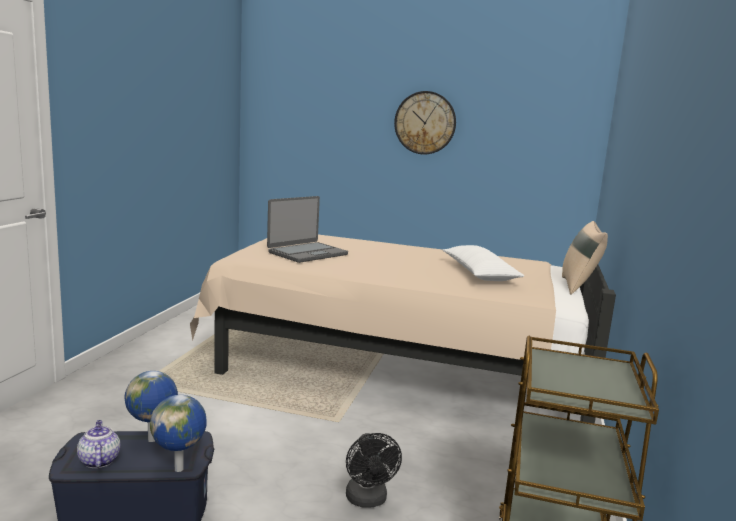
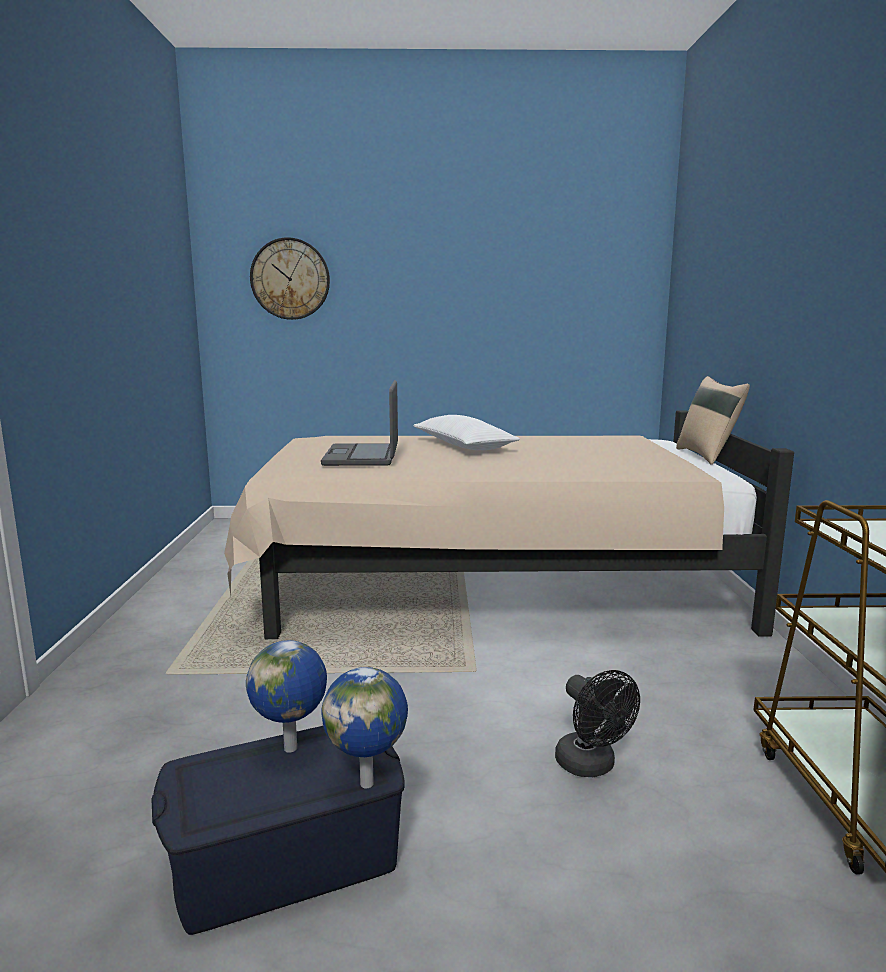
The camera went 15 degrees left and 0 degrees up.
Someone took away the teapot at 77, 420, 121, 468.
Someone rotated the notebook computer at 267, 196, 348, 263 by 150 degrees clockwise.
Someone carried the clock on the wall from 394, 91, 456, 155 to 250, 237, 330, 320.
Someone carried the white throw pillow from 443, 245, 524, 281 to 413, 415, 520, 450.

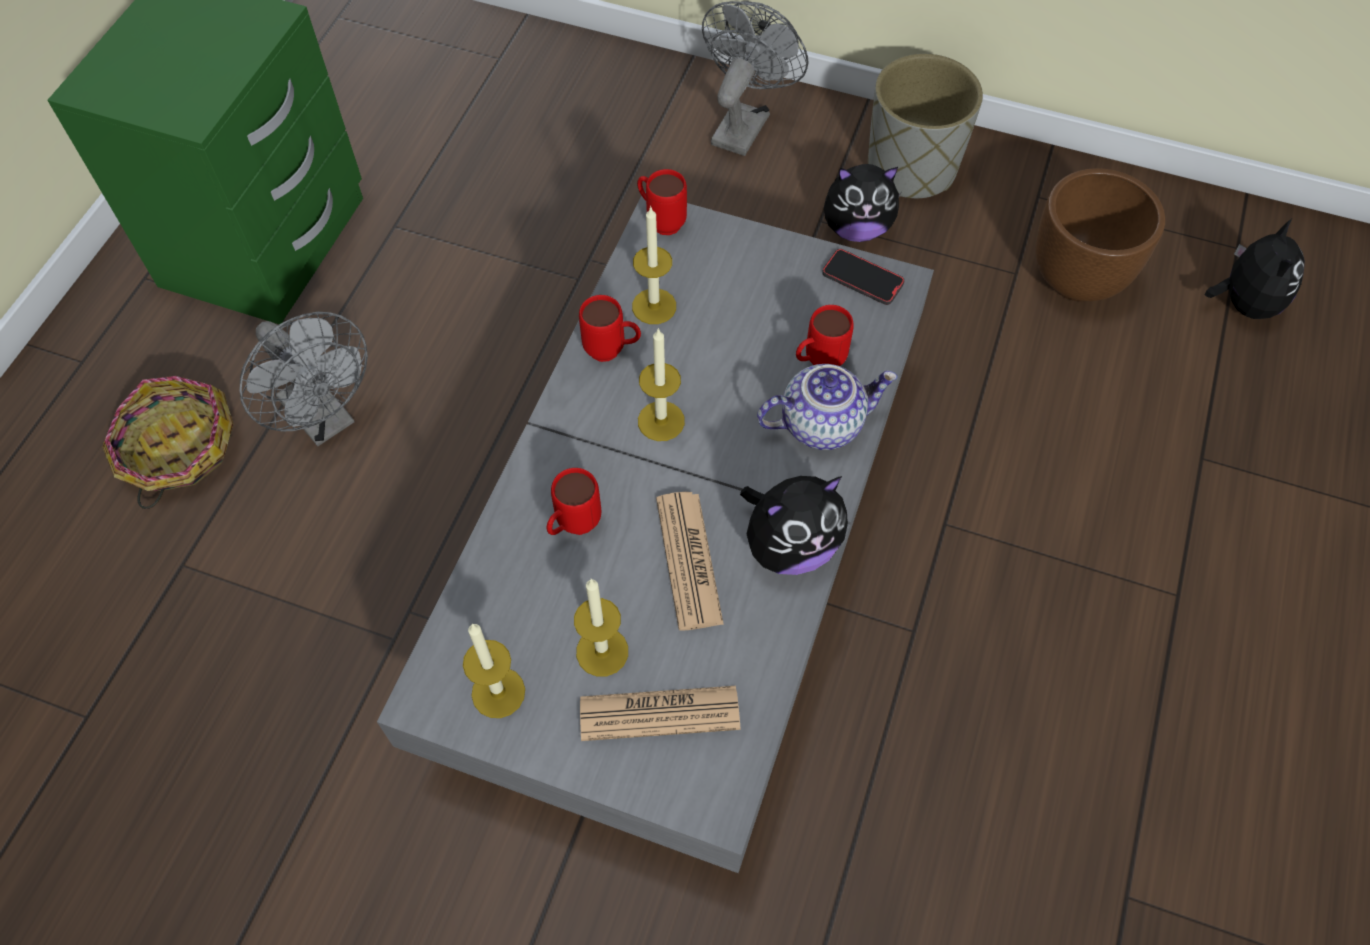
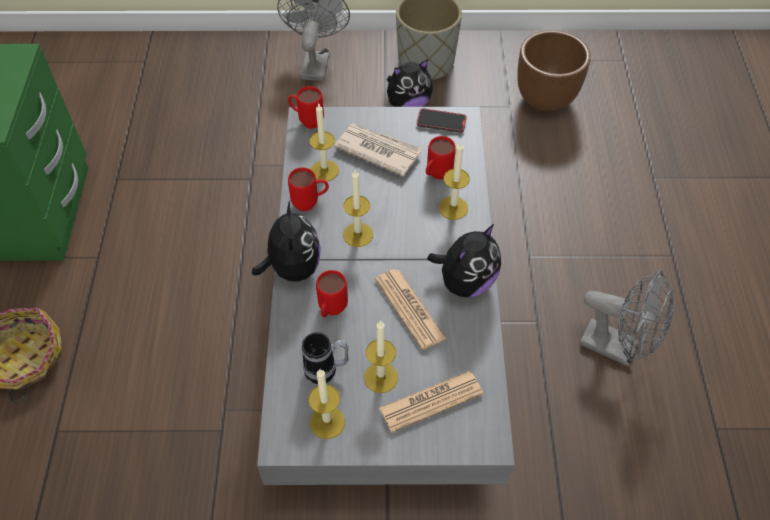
The camera went 20 degrees left and 5 degrees down.
Someone carried the gray cooling fan from 240, 312, 368, 446 to 580, 270, 674, 366.
Someone swapped the teapot at 757, 364, 898, 450 for the wax candle at 439, 141, 470, 220.
Someone carried the cuddly toy from 1204, 219, 1305, 319 to 252, 201, 321, 282.
Someone put down the mug at 302, 332, 349, 384.
Someone put down the newspaper at 334, 123, 422, 177.

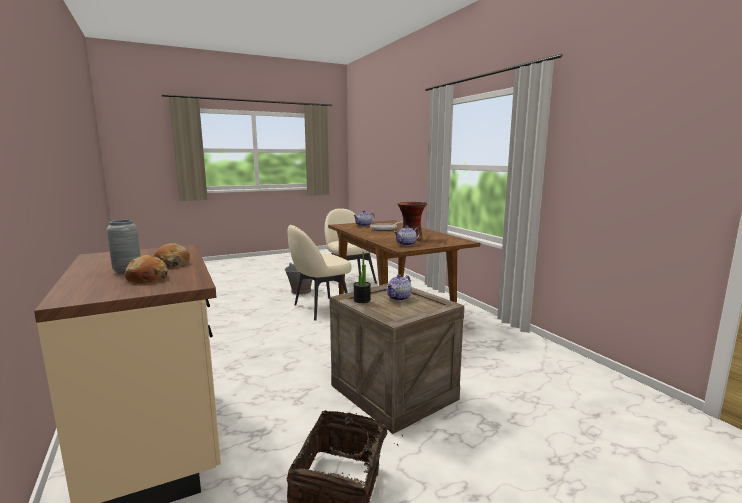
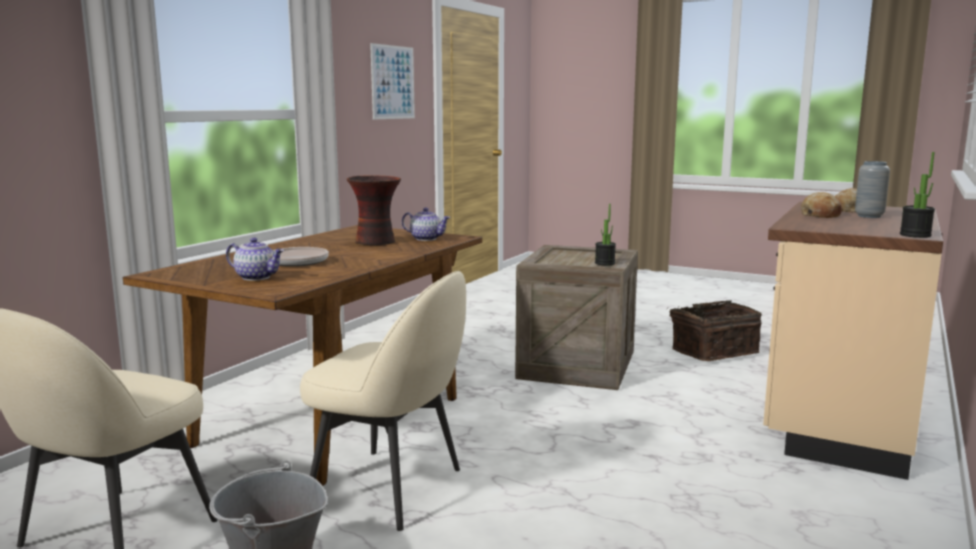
The camera went 125 degrees left and 0 degrees up.
Someone took away the teapot at 387, 274, 412, 301.
Someone put up the wall picture at 370, 43, 415, 120.
Someone put down the houseplant at 900, 152, 935, 238.

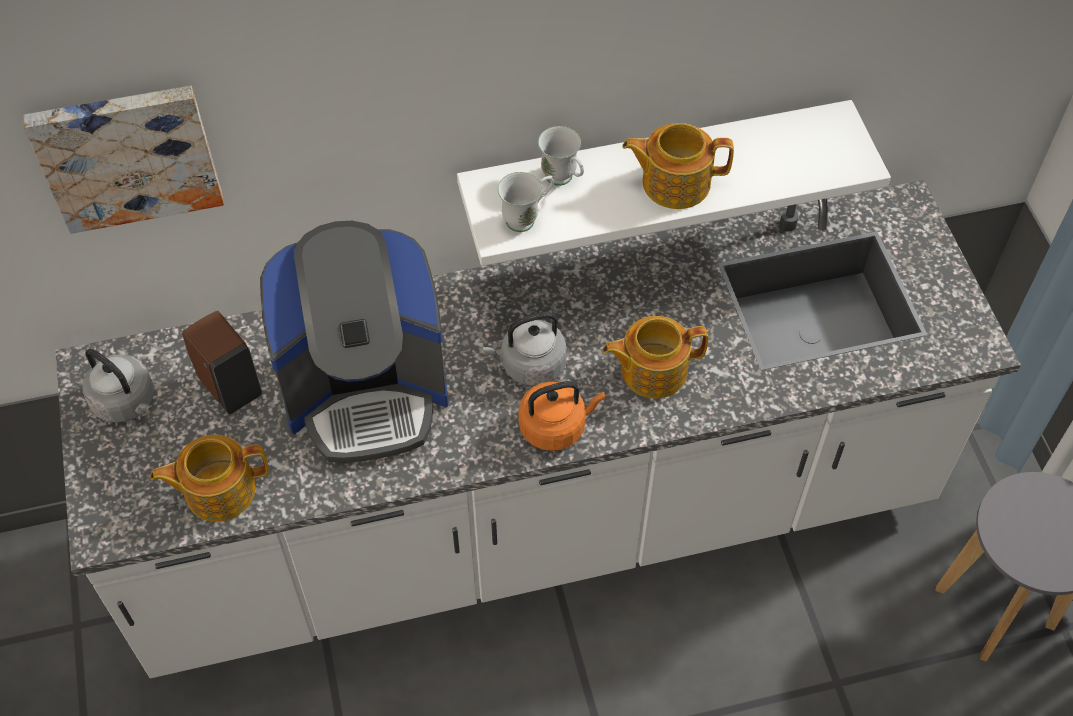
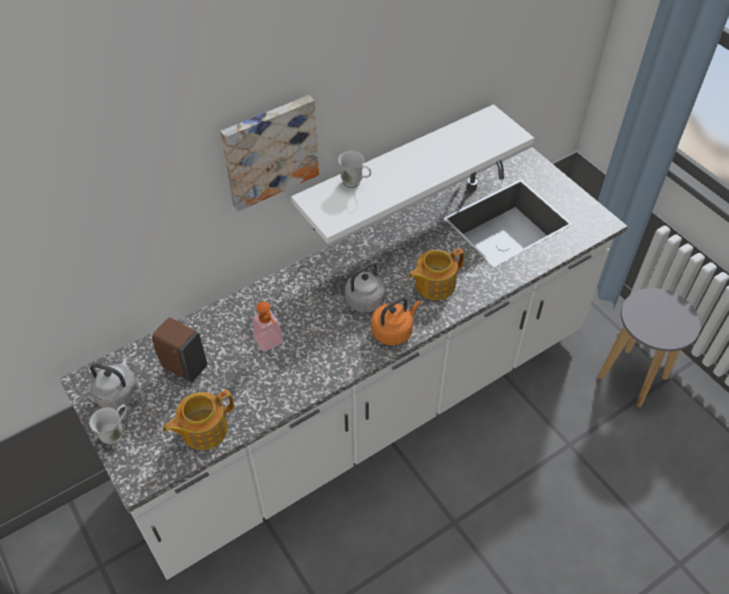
The camera went 20 degrees left and 5 degrees down.
Someone carried the wall picture from 23, 86, 224, 234 to 220, 95, 319, 211.
Someone swapped the coffee machine at 260, 221, 449, 463 for the liquid soap bottle at 253, 302, 284, 352.
Someone carried the white mug from 498, 172, 554, 232 to 89, 404, 127, 445.
Someone took away the teapot at 622, 123, 734, 209.

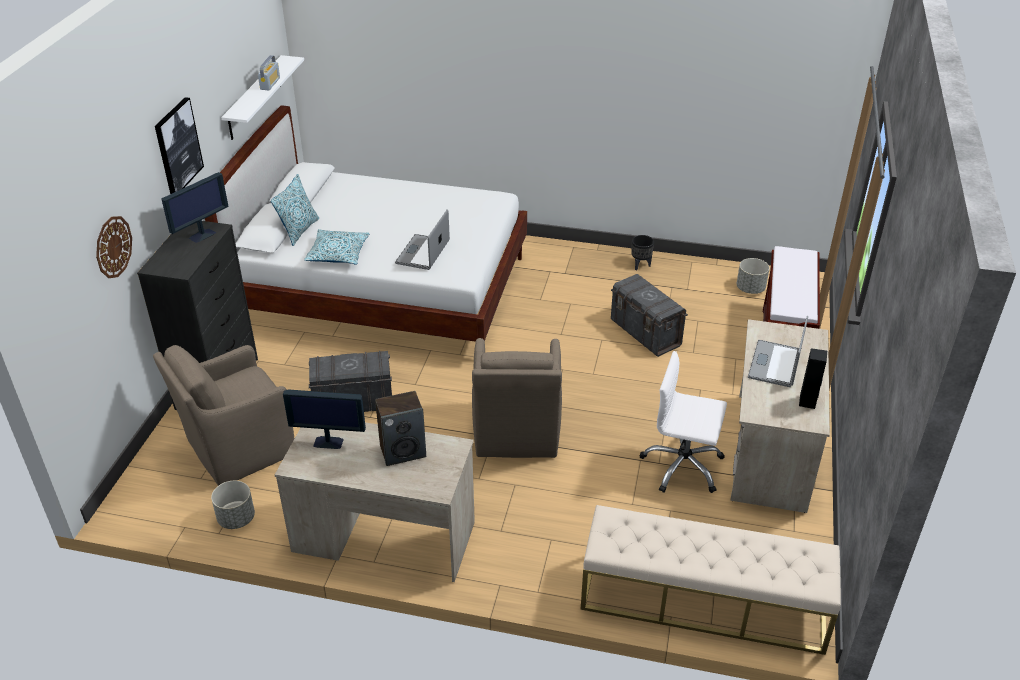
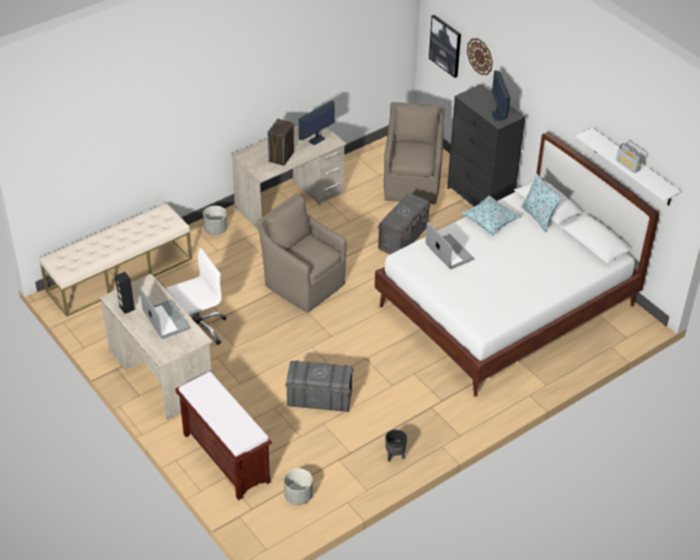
The camera went 130 degrees right and 5 degrees up.
Someone carried the wall picture from 155, 97, 204, 194 to 429, 15, 461, 78.
Someone carried the gray planter from 211, 481, 255, 529 to 203, 206, 227, 235.

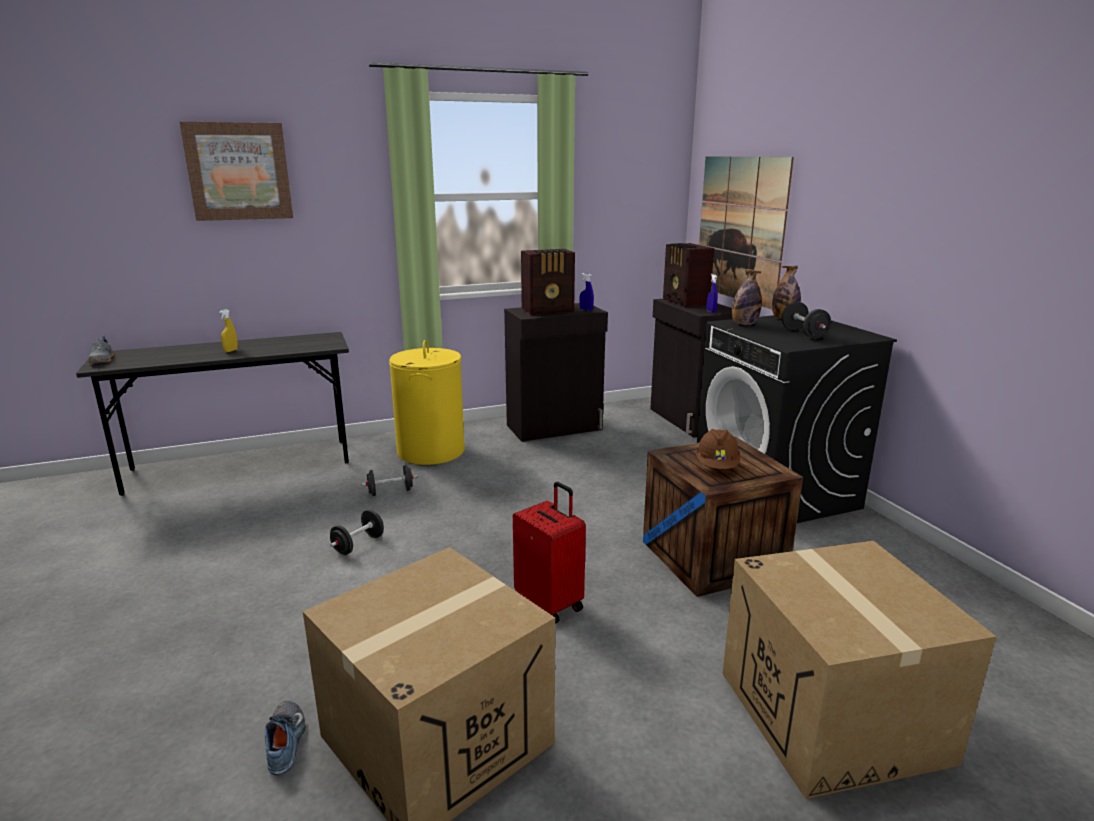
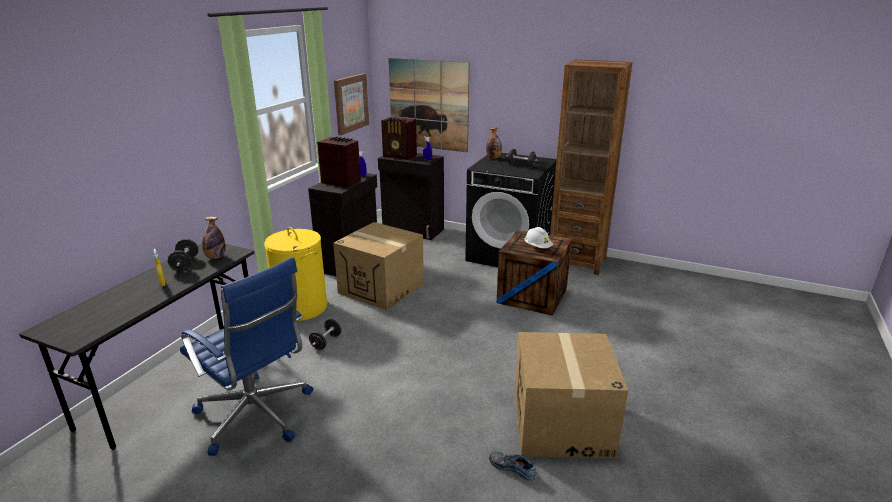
The camera went 45 degrees left and 5 degrees up.
Someone took away the gray item of footwear at 88, 336, 114, 363.
Someone carried the wall picture from 180, 122, 293, 221 to 334, 73, 369, 135.
Someone carried the blackish free weight from 330, 509, 384, 555 to 168, 239, 198, 272.
Someone took away the reddish travel case at 513, 482, 586, 624.
Someone rotated the radio at 521, 249, 575, 315 by 90 degrees counterclockwise.
Someone repainted the brown-coloured safety helmet at 696, 429, 741, 469, which became the white safety helmet at 525, 227, 553, 248.
Someone carried the carton from 722, 541, 997, 799 to 333, 222, 424, 310.
Someone carried the beverage bottle from 732, 269, 762, 325 to 202, 216, 226, 259.
Someone put down the blue-coloured desk chair at 180, 257, 313, 456.
Someone put down the brown-coloured bookcase at 550, 59, 633, 275.

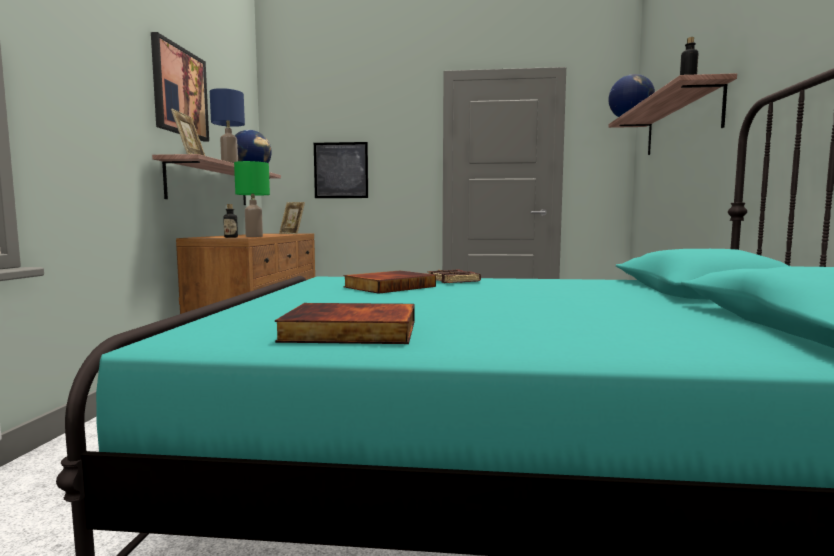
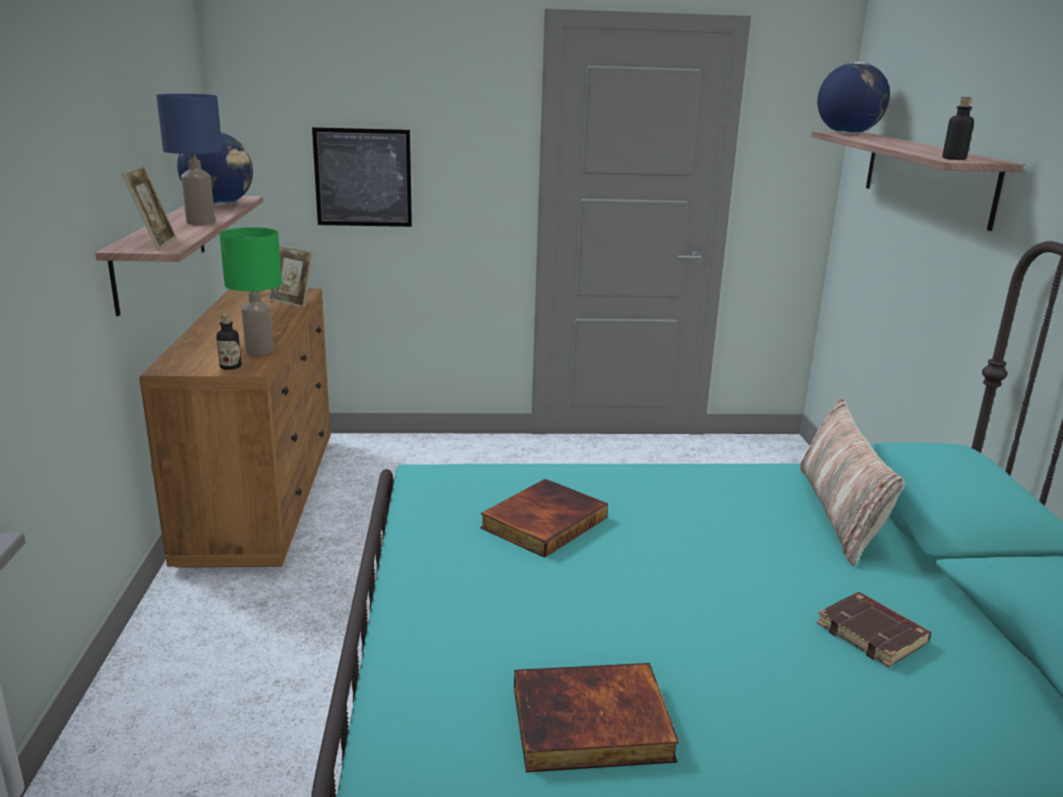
The camera went 10 degrees left and 15 degrees up.
Someone took away the wall picture at 151, 32, 209, 142.
Someone carried the brown-coloured volume from 427, 270, 481, 283 to 817, 592, 931, 667.
Someone put down the throw pillow at 800, 398, 904, 566.

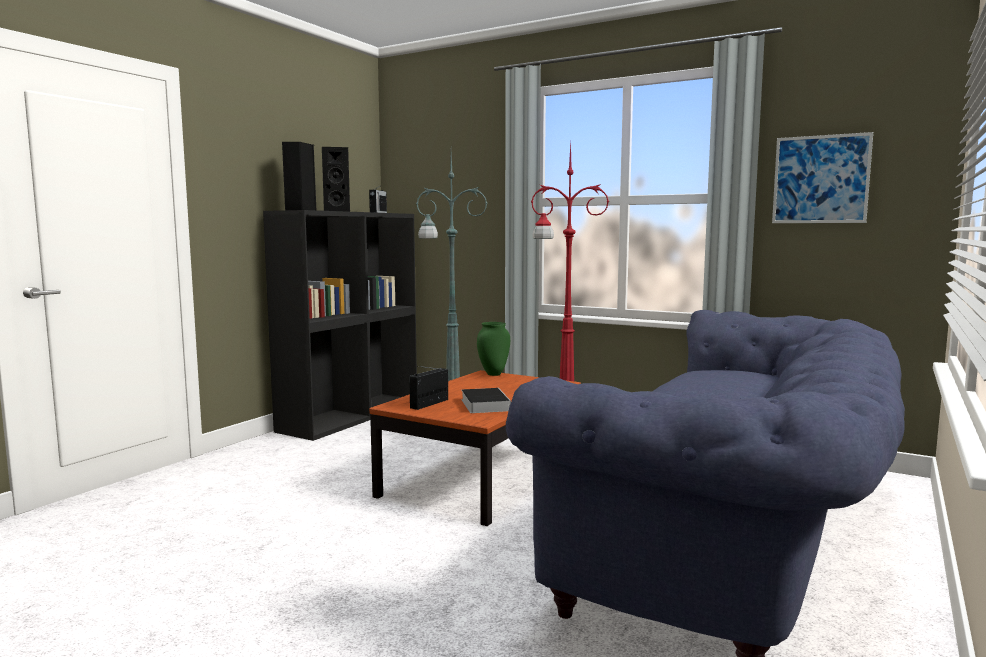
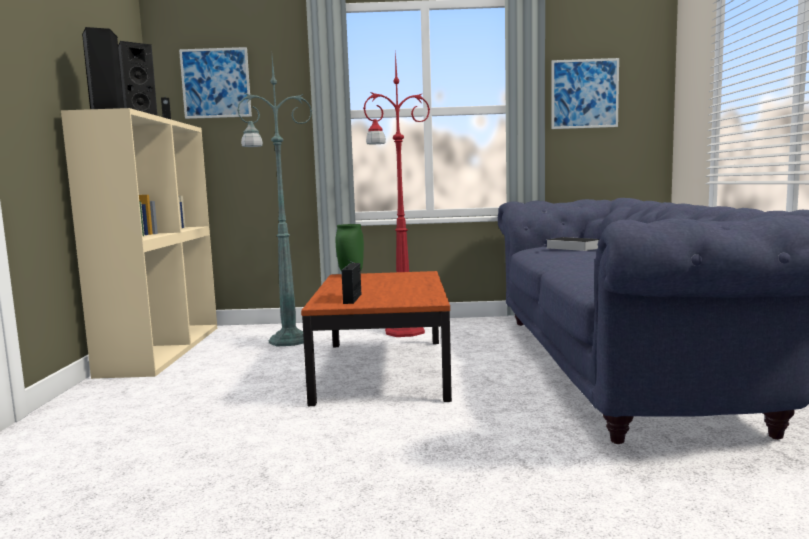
The camera went 30 degrees left and 0 degrees up.
Someone repainted the blackish bookcase at 263, 210, 417, 441, which became the sand-coloured bookcase at 61, 108, 217, 379.
Someone carried the volume from 461, 388, 511, 413 to 547, 237, 600, 251.
Someone put up the wall picture at 179, 47, 252, 119.

